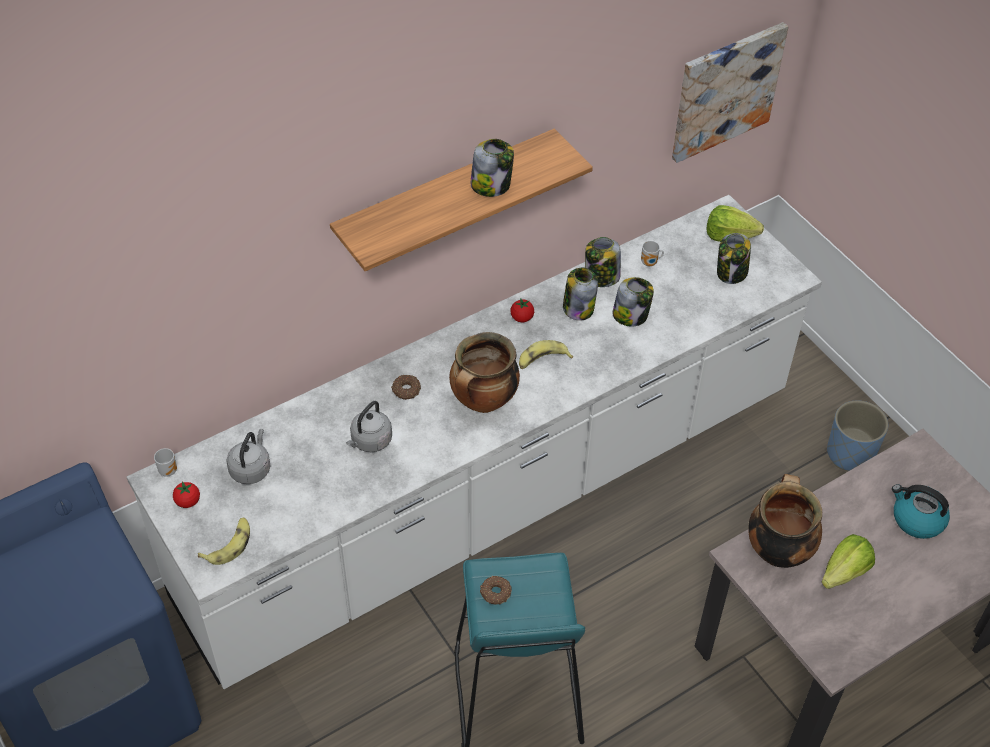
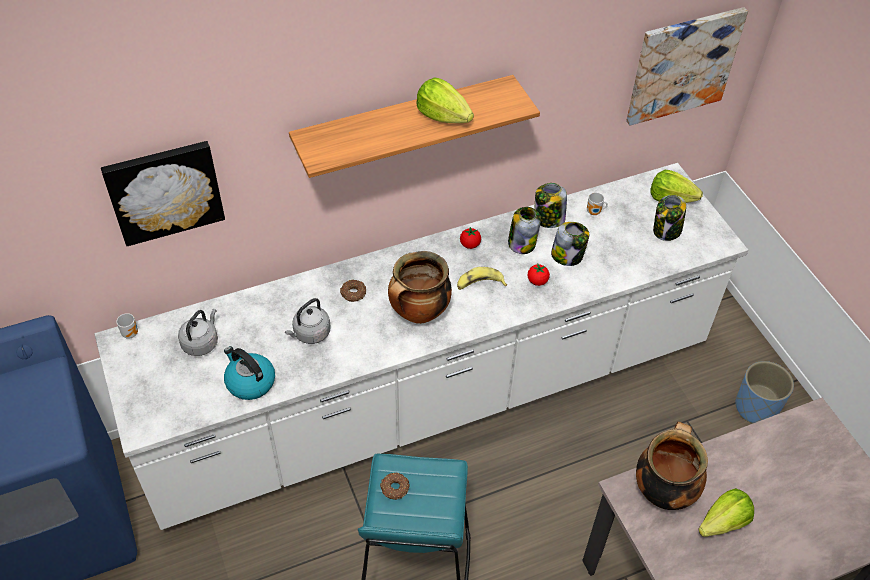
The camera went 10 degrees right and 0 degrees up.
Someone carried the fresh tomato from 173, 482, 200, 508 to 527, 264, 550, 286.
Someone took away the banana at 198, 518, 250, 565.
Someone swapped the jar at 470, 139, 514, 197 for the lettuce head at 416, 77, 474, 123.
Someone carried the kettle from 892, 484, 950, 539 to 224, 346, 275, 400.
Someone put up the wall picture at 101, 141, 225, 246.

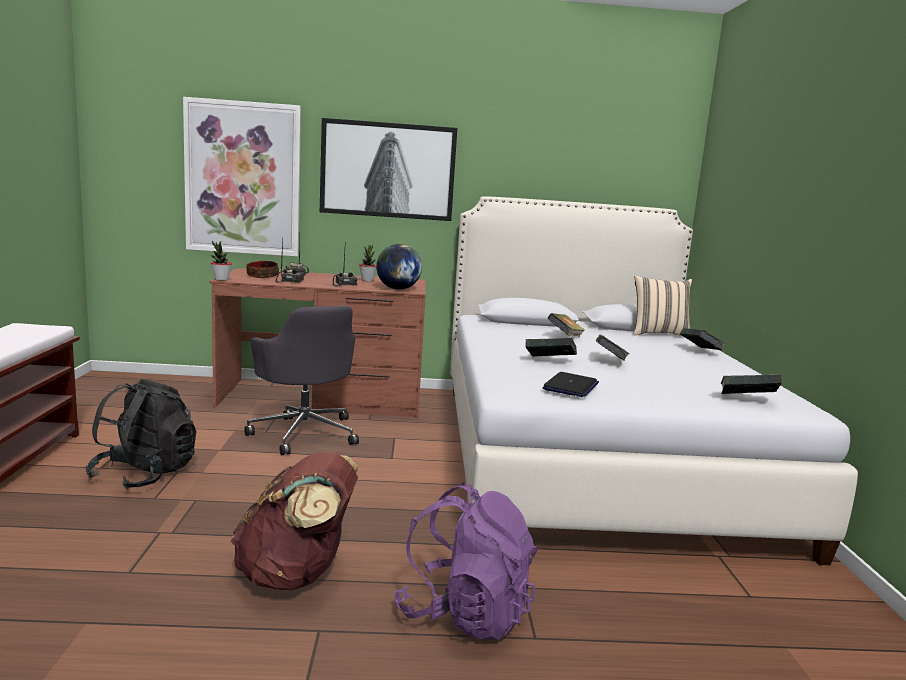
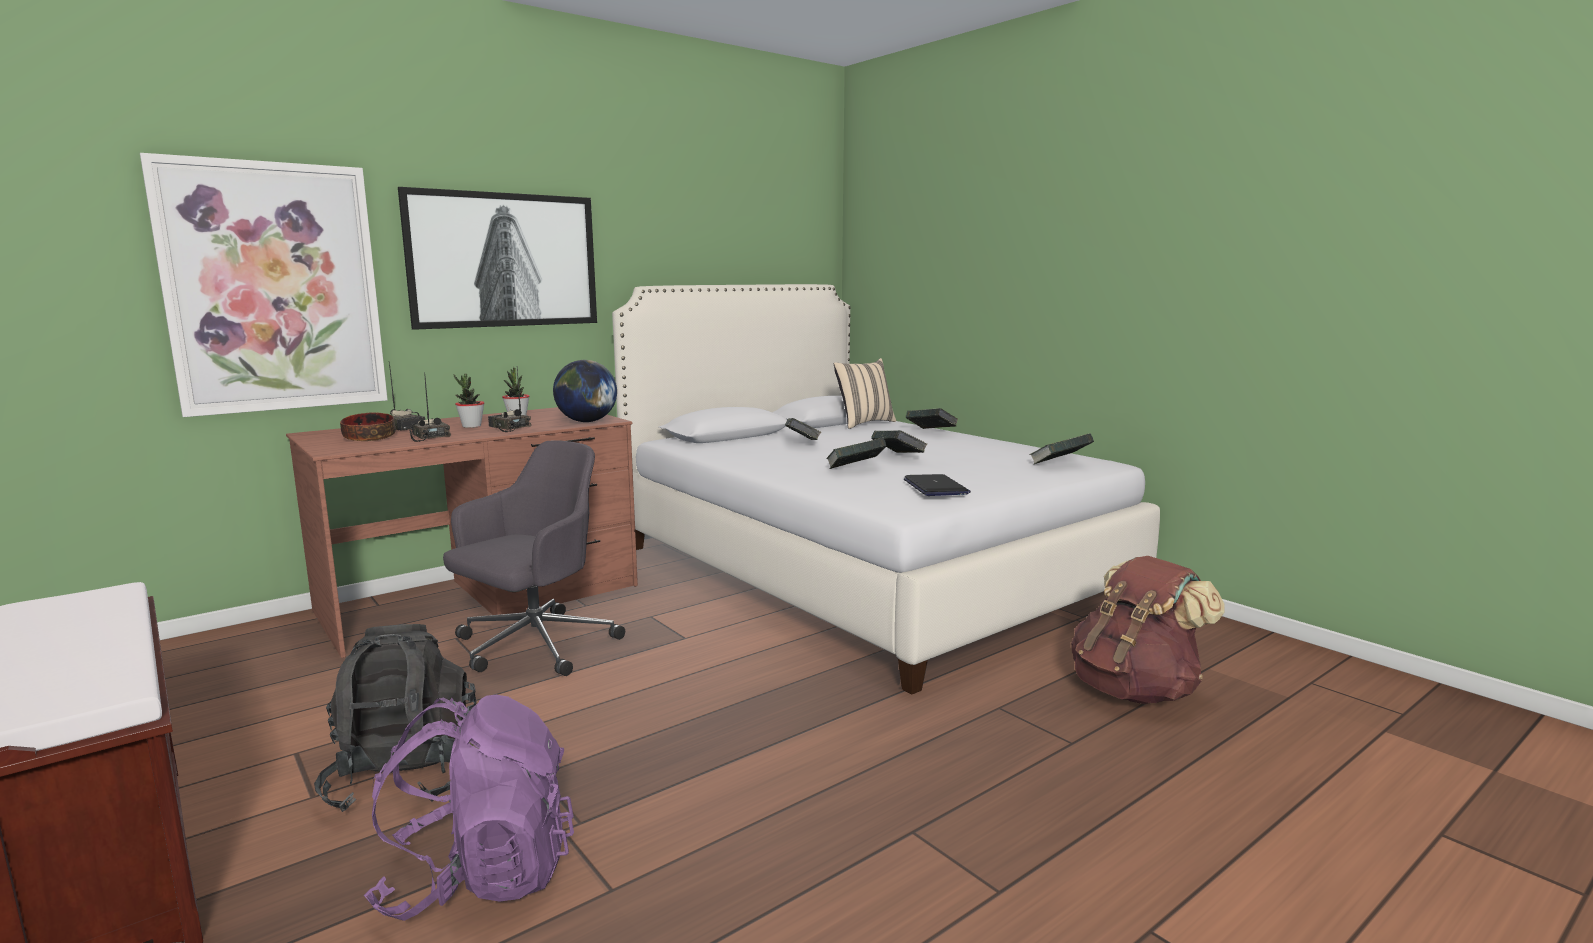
The camera went 35 degrees left and 0 degrees up.
Someone carried the houseplant from 211, 241, 232, 281 to 454, 374, 484, 428.
Someone carried the brown-coloured knapsack from 231, 452, 358, 590 to 1071, 556, 1225, 704.
Someone rotated the gray desk chair at 244, 306, 359, 455 by 75 degrees counterclockwise.
Someone carried the purple-coloured knapsack from 394, 482, 538, 641 to 364, 695, 574, 921.

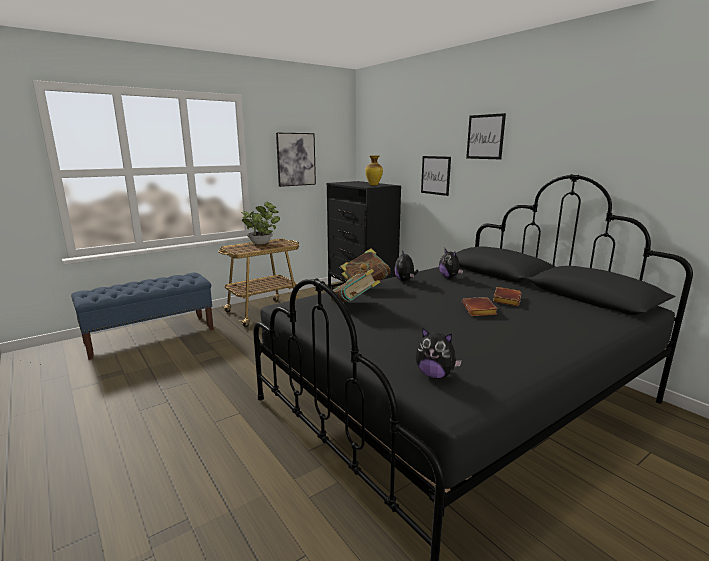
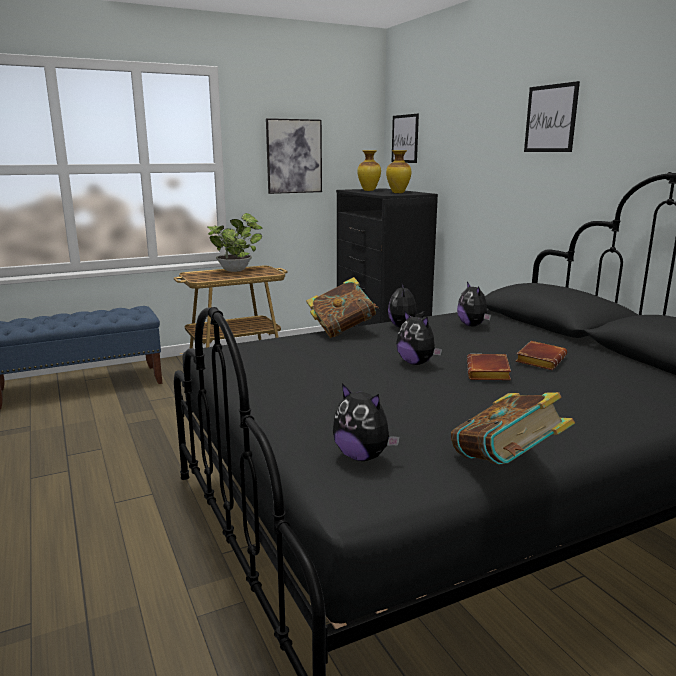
The camera went 10 degrees right and 0 degrees up.
Someone carried the volume from 330, 269, 380, 303 to 451, 392, 575, 465.
Someone carried the wall picture from 421, 156, 451, 196 to 392, 114, 419, 163.
Someone put down the decorative vase at 357, 150, 381, 191.
Someone put down the cuddly toy at 396, 310, 442, 365.

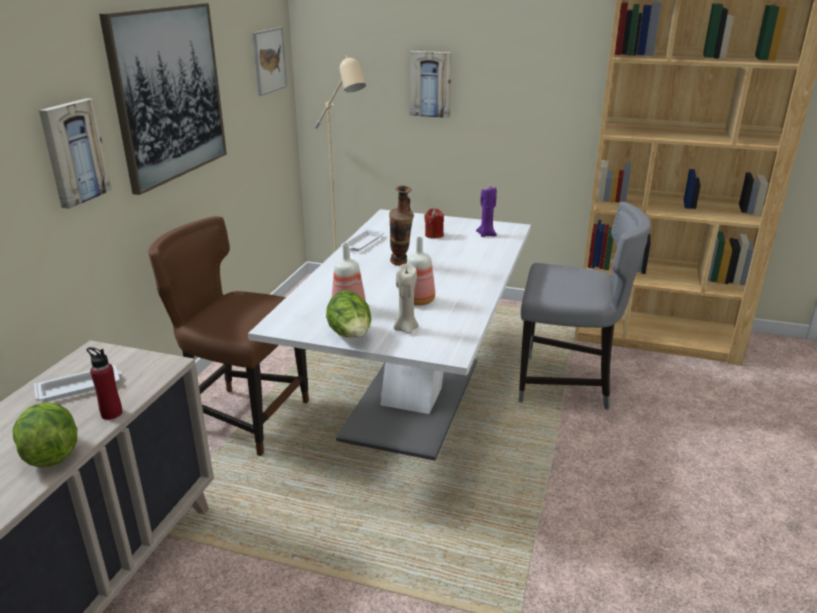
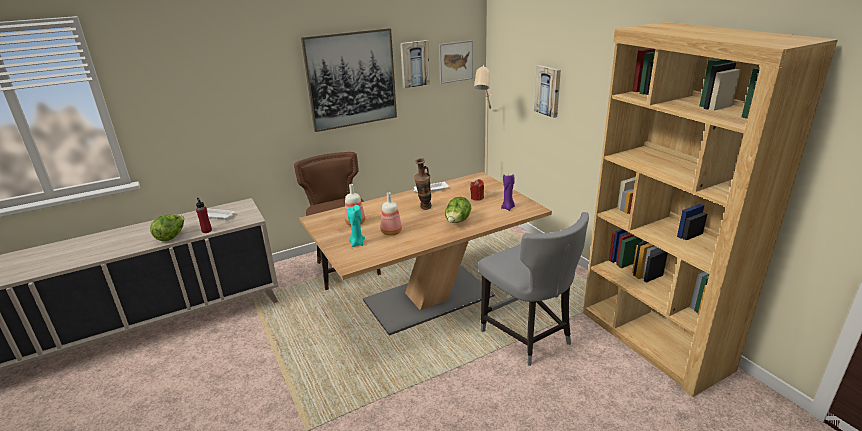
The camera went 45 degrees right and 0 degrees up.
Someone carried the wall picture from 39, 98, 112, 209 to 400, 40, 430, 88.
Someone repainted the white dining table at 248, 209, 531, 461, which became the brown-coloured dining table at 300, 172, 552, 336.
Someone carried the lettuce head from 326, 290, 371, 337 to 445, 197, 471, 223.
Someone repainted the sand-coloured wax candle at 394, 264, 418, 334, which became the turquoise wax candle at 348, 205, 365, 247.

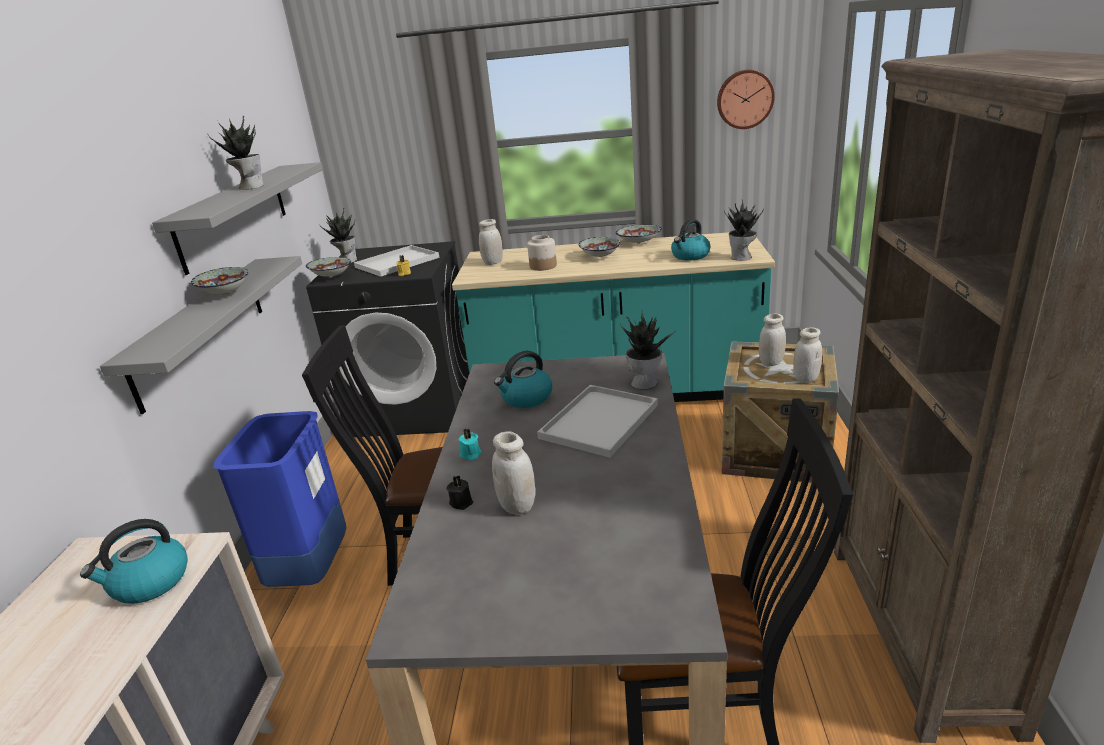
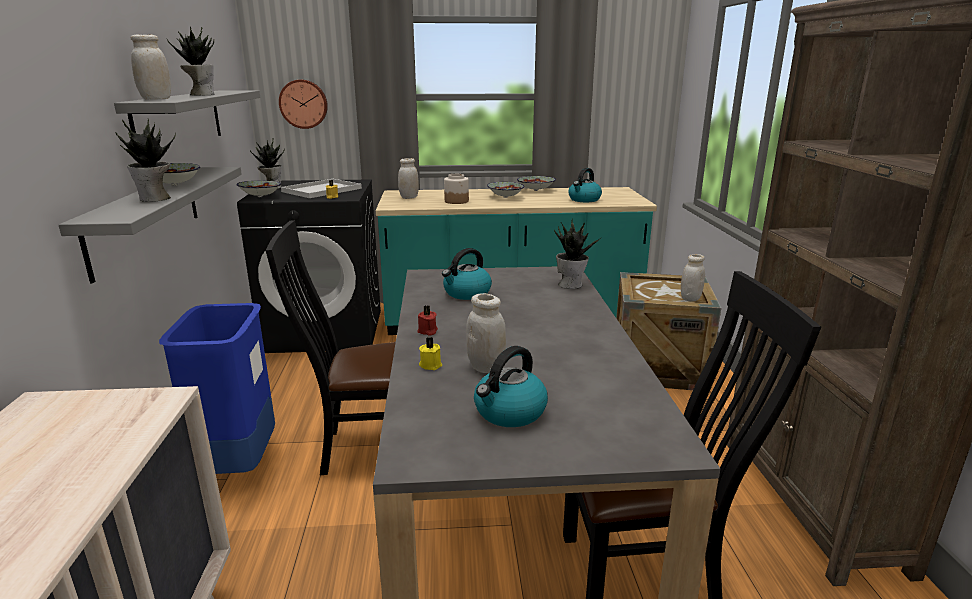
The camera went 10 degrees left and 5 degrees down.
Someone carried the kettle from 80, 519, 188, 604 to 474, 346, 548, 427.
Someone repainted the blackish wax candle at 446, 475, 473, 510, which became the yellow-coloured wax candle at 419, 337, 442, 370.
Someone repainted the turquoise wax candle at 458, 429, 481, 461, which became the reddish wax candle at 417, 305, 438, 336.
Someone took away the white tray at 537, 385, 658, 458.
Someone carried the clock on the wall from 717, 70, 775, 129 to 279, 79, 328, 129.
Someone carried the houseplant from 724, 200, 764, 261 to 115, 119, 176, 202.
Someone carried the white jar from 759, 313, 786, 366 to 131, 35, 171, 100.

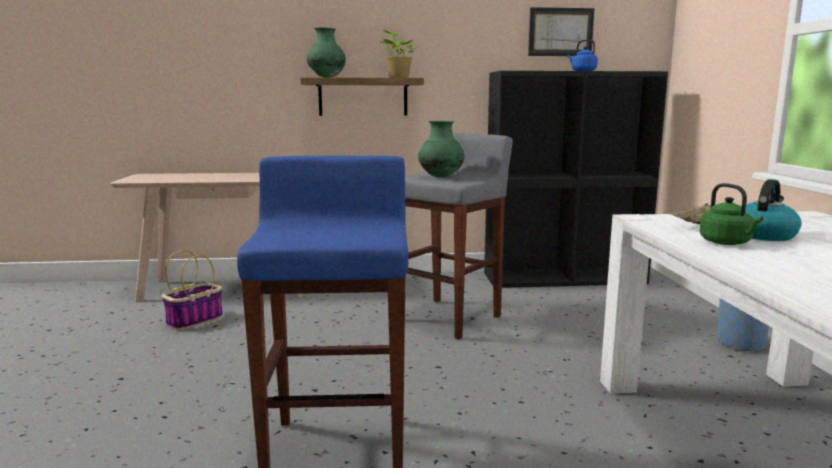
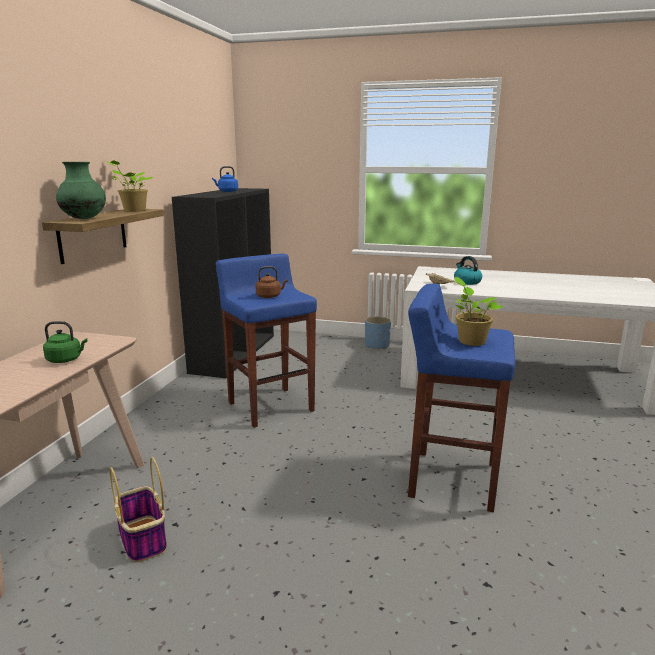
The camera went 70 degrees left and 5 degrees up.
Someone repainted the gray stool seat at 405, 133, 513, 339, which became the blue-coloured stool seat at 216, 254, 317, 428.
Someone swapped the green decorative vase at 418, 121, 464, 178 for the brown-coloured kettle at 255, 266, 288, 298.
Someone took away the wall picture at 528, 7, 594, 56.
Someone carried the green kettle from 700, 183, 763, 245 to 43, 321, 87, 363.
Someone put down the houseplant at 453, 276, 503, 346.

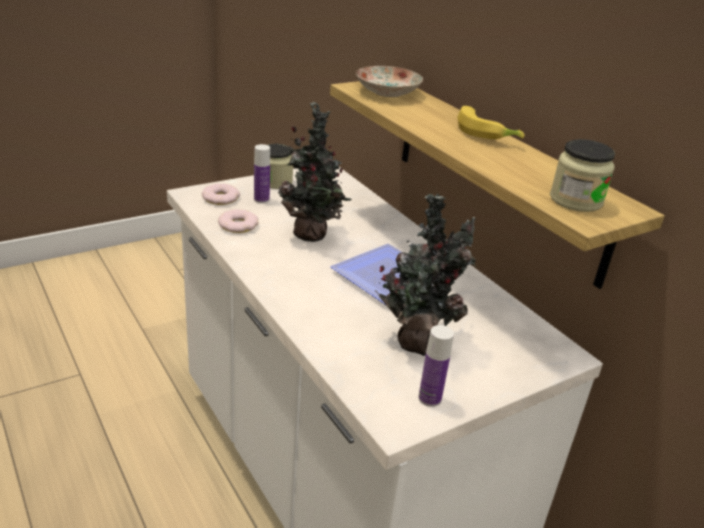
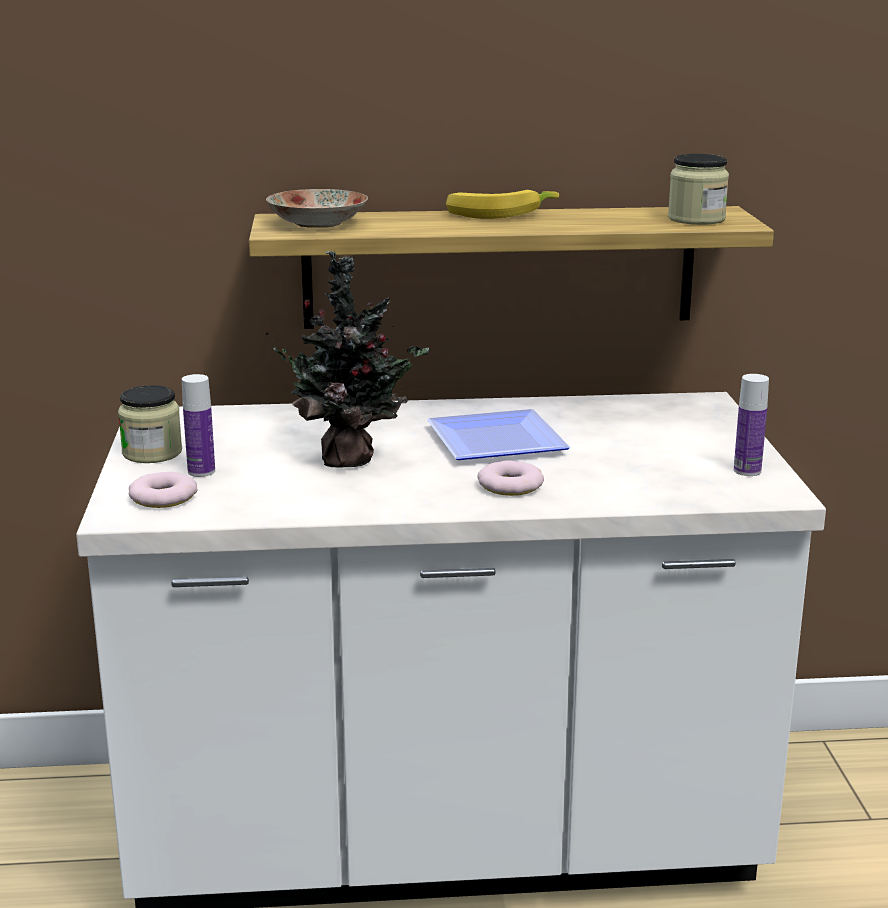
The camera went 60 degrees left and 10 degrees down.
Someone carried the doughnut from 218, 209, 258, 233 to 478, 460, 544, 496.
Someone took away the houseplant at 375, 194, 476, 356.

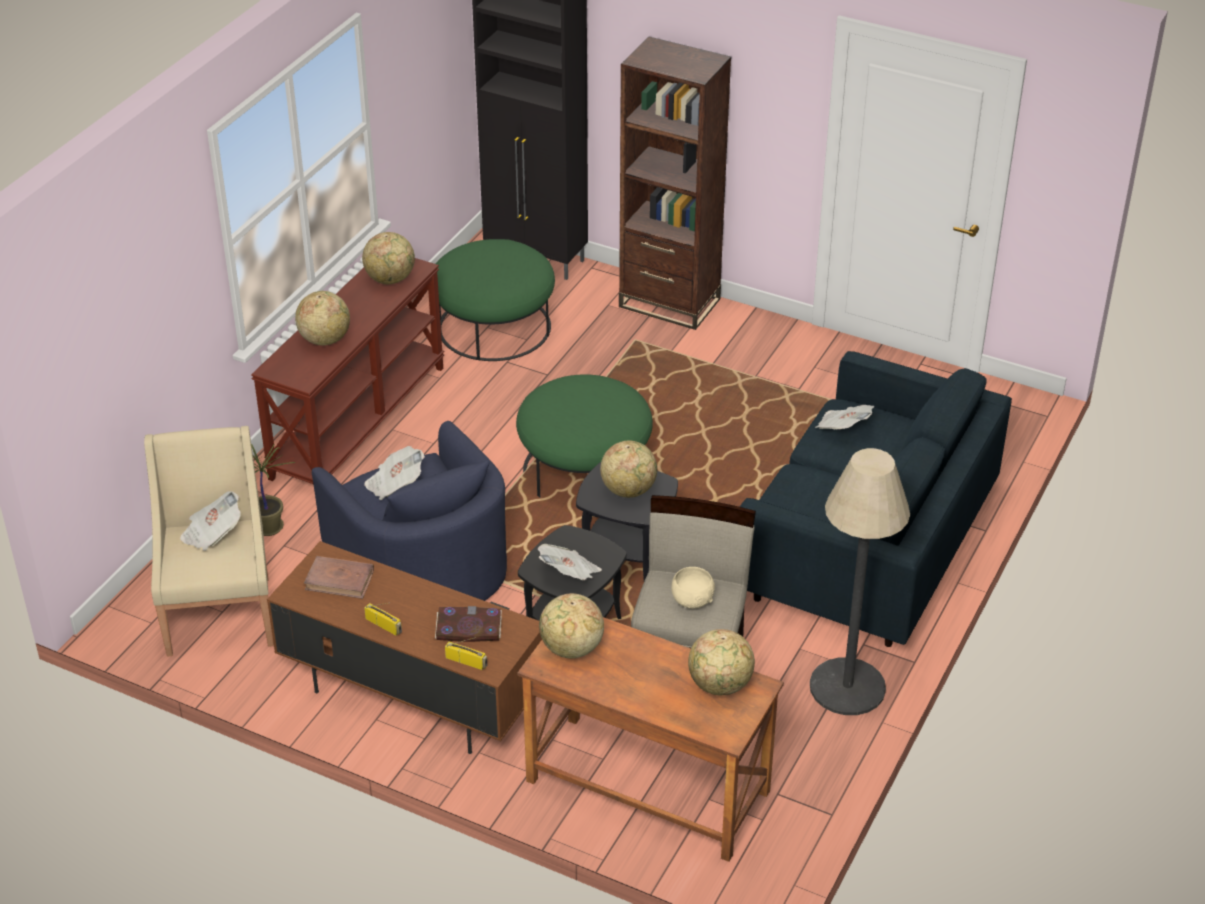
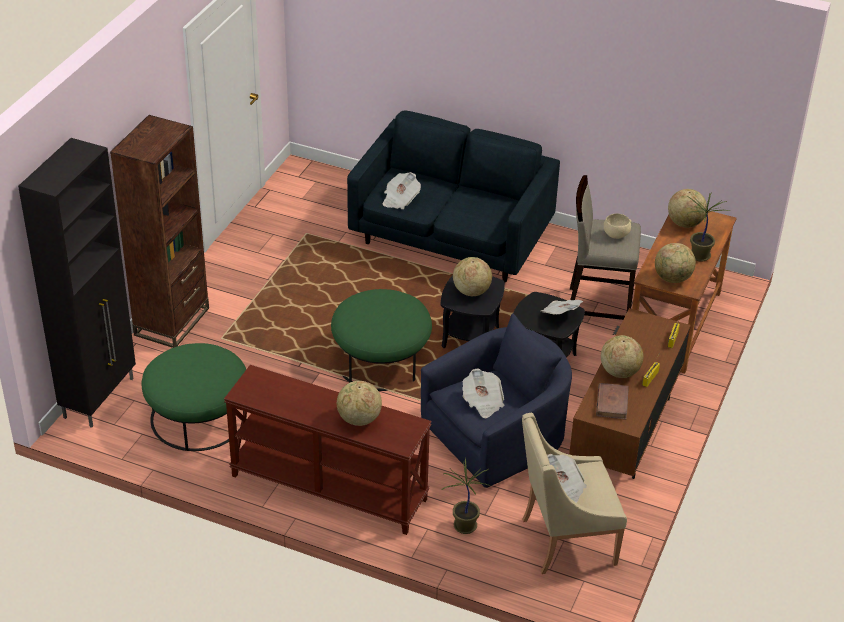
The camera went 95 degrees left and 0 degrees up.
Someone carried the globe from 362, 232, 415, 284 to 601, 335, 643, 378.
Someone took away the volume at 435, 606, 502, 642.
Someone took away the standard lamp at 810, 448, 910, 715.
Someone put down the houseplant at 686, 192, 730, 261.

